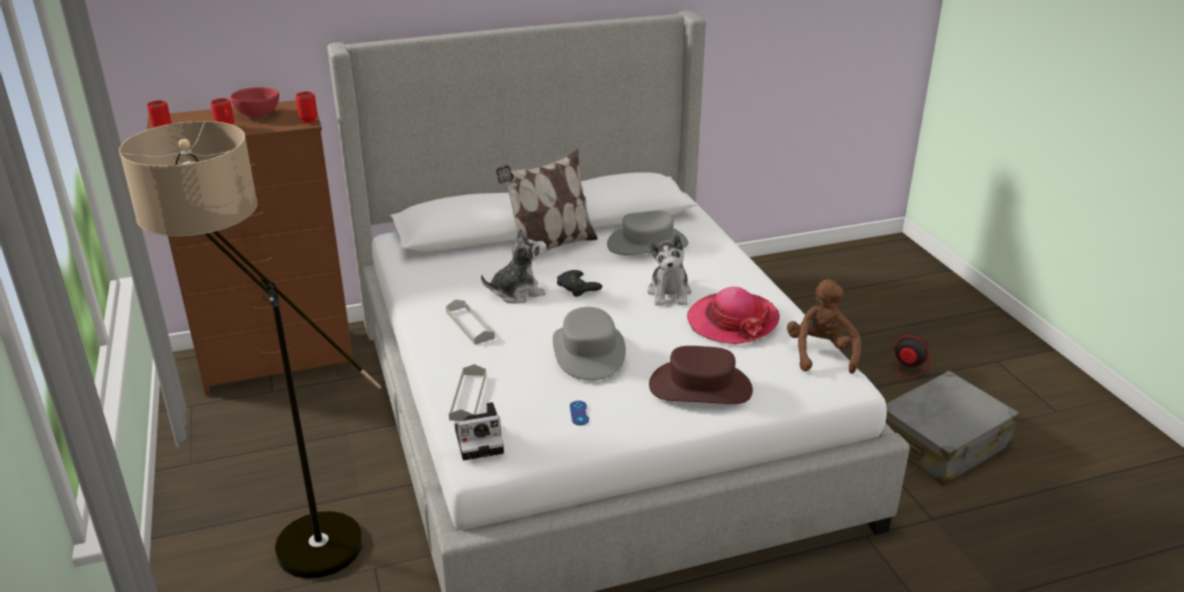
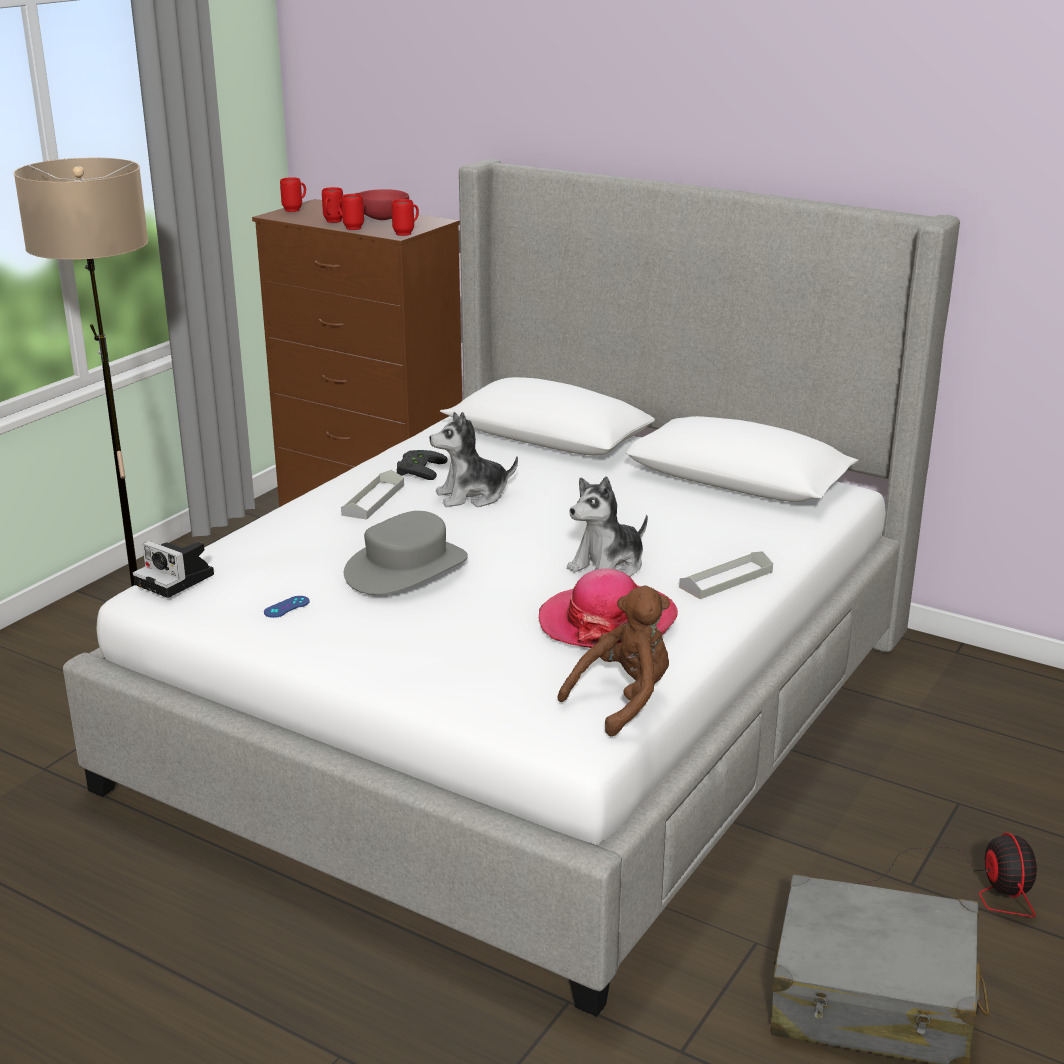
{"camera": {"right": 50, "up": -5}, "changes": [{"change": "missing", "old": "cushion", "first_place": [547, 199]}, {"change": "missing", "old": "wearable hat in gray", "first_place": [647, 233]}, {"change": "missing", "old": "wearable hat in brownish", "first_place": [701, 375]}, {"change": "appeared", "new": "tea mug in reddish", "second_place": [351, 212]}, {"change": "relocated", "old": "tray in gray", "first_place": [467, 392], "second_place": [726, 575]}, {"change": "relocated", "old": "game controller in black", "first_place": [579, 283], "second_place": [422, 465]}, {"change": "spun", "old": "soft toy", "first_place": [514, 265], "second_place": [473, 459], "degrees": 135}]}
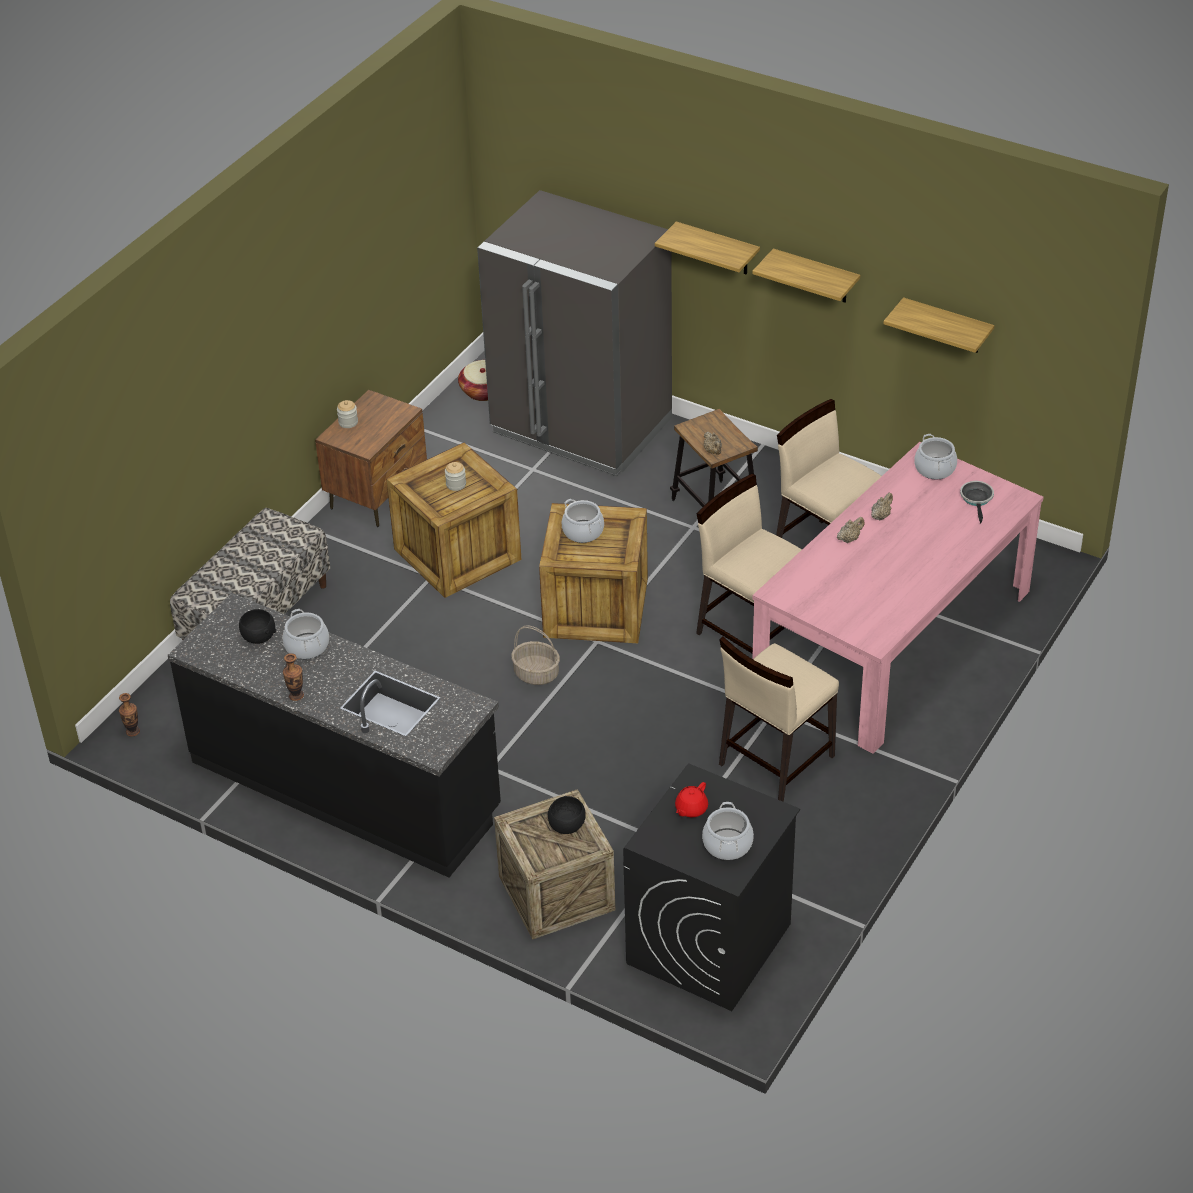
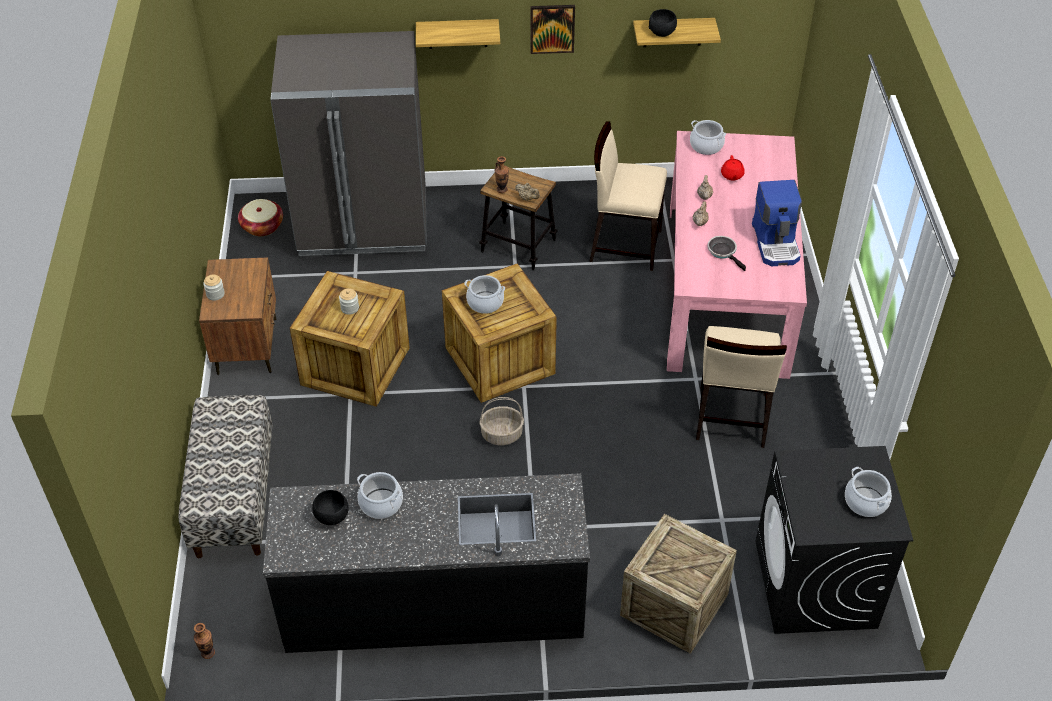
{"camera": {"right": -35, "up": 5}, "changes": [{"change": "missing", "old": "plain chair in beige-coloured", "first_place": [749, 564]}, {"change": "appeared", "new": "coffee maker", "second_place": [777, 223]}, {"change": "relocated", "old": "decorative vase", "first_place": [293, 677], "second_place": [501, 174]}, {"change": "relocated", "old": "serving bowl in black", "first_place": [567, 815], "second_place": [662, 23]}, {"change": "relocated", "old": "tea pot in reddish", "first_place": [691, 799], "second_place": [733, 168]}, {"change": "relocated", "old": "frying pan", "first_place": [977, 502], "second_place": [726, 253]}, {"change": "exchanged", "old": "bracket shelf", "new": "wall art", "first_place": [806, 275], "second_place": [552, 29]}]}
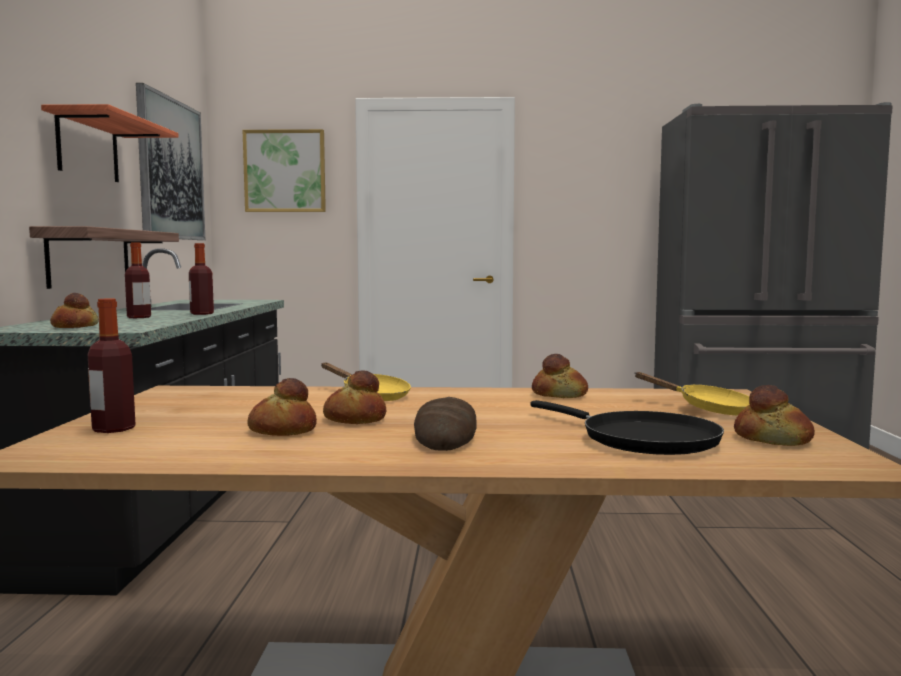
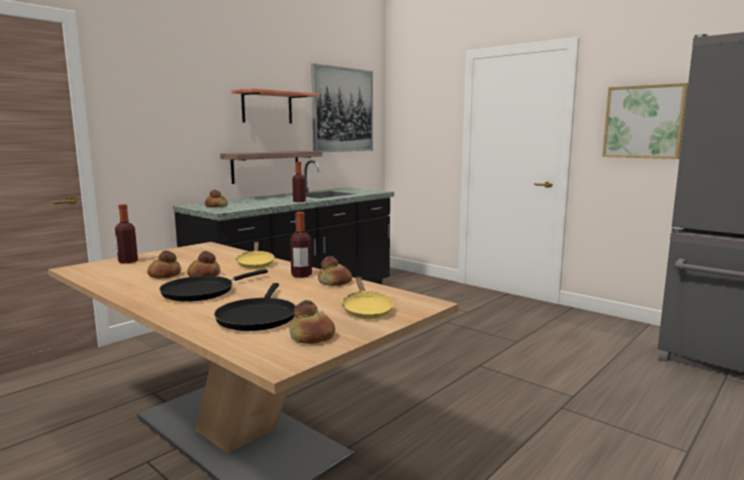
{"camera": {"right": 40, "up": 5}, "changes": [{"change": "relocated", "old": "bottle", "first_place": [138, 280], "second_place": [301, 245]}, {"change": "relocated", "old": "wall art", "first_place": [284, 170], "second_place": [645, 121]}, {"change": "exchanged", "old": "bread", "new": "frying pan in black", "first_place": [445, 424], "second_place": [213, 285]}]}
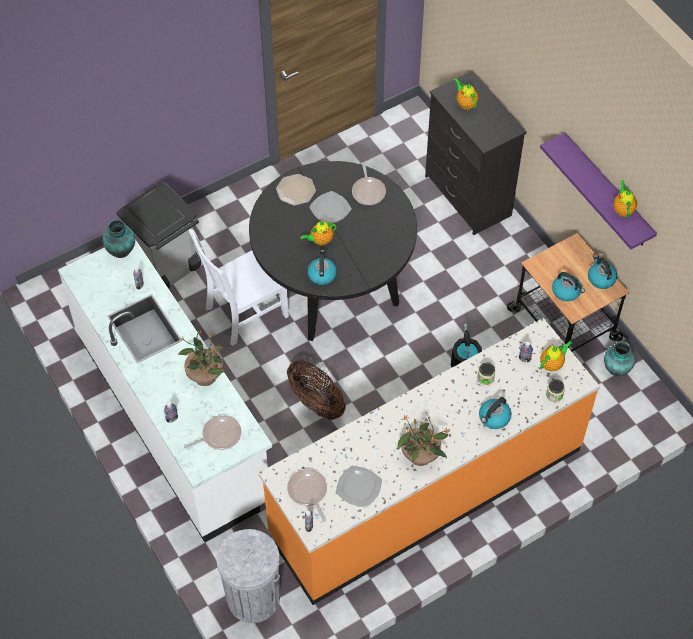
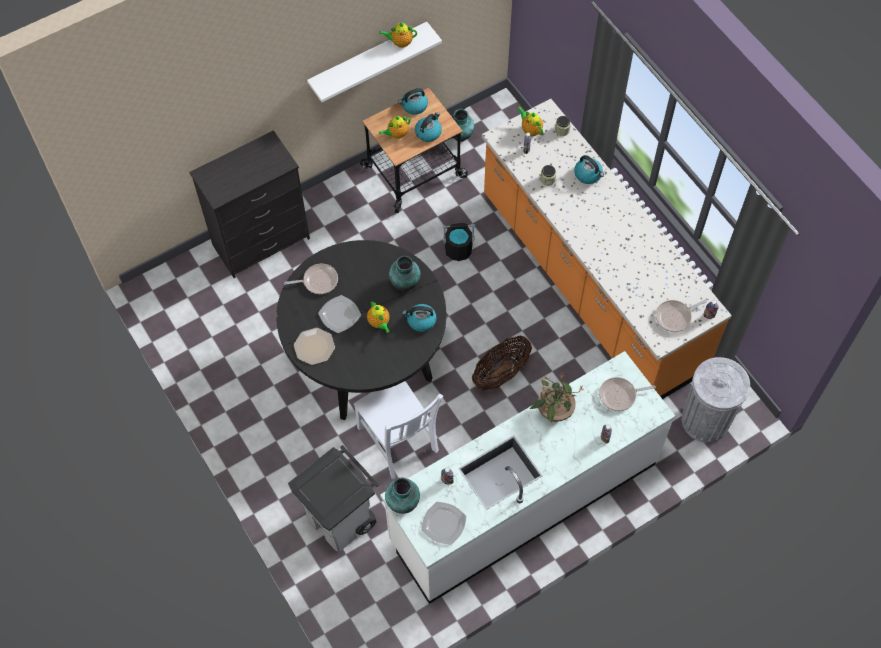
{"camera": {"right": -90, "up": 5}, "changes": [{"change": "missing", "old": "potted plant", "first_place": [424, 440]}, {"change": "appeared", "new": "decorative vase", "second_place": [405, 274]}, {"change": "relocated", "old": "flat dish", "first_place": [359, 487], "second_place": [443, 523]}, {"change": "relocated", "old": "tea pot", "first_place": [466, 94], "second_place": [394, 127]}, {"change": "colour", "old": "bracket shelf in purple", "new": "bracket shelf in white", "first_place": [598, 191], "second_place": [374, 62]}, {"change": "spun", "old": "frying pan", "first_place": [212, 432], "second_place": [627, 394], "degrees": -75}]}
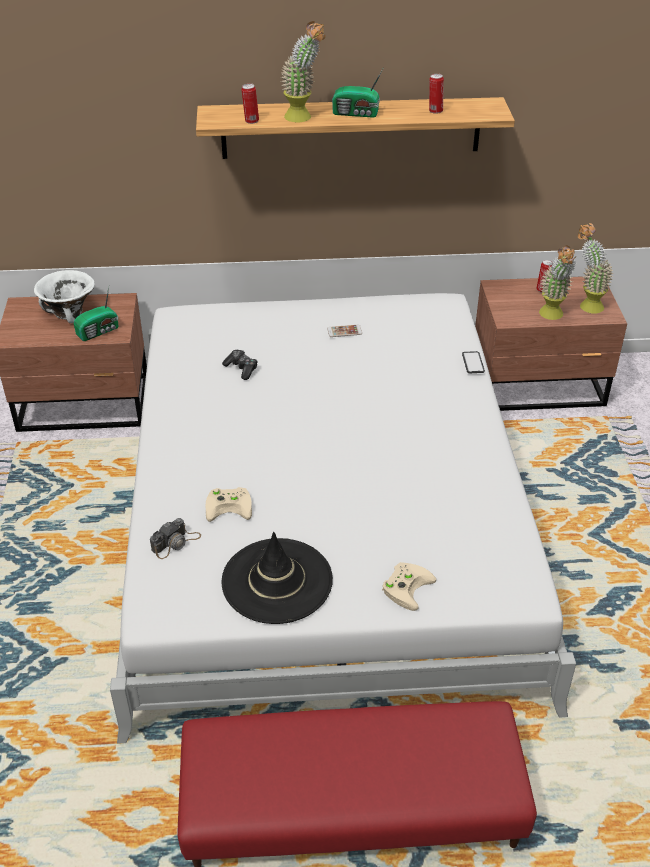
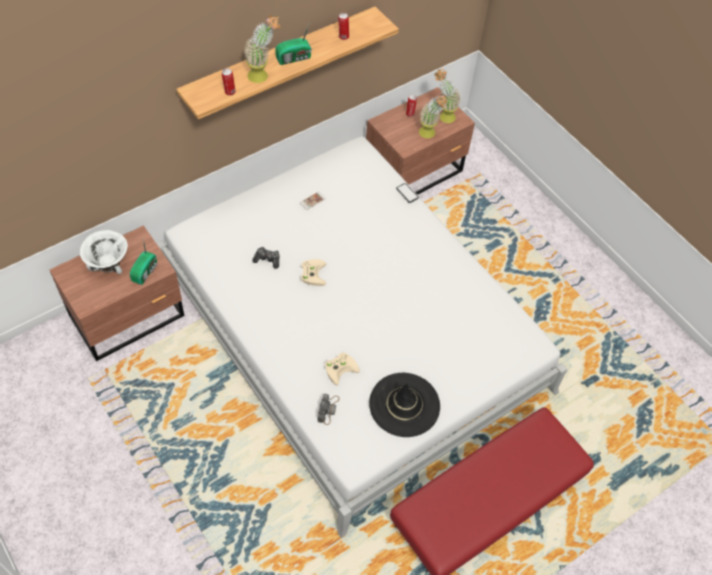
{"camera": {"right": -35, "up": 15}, "changes": [{"change": "relocated", "old": "game controller in beige-coloured", "first_place": [409, 586], "second_place": [313, 272]}]}
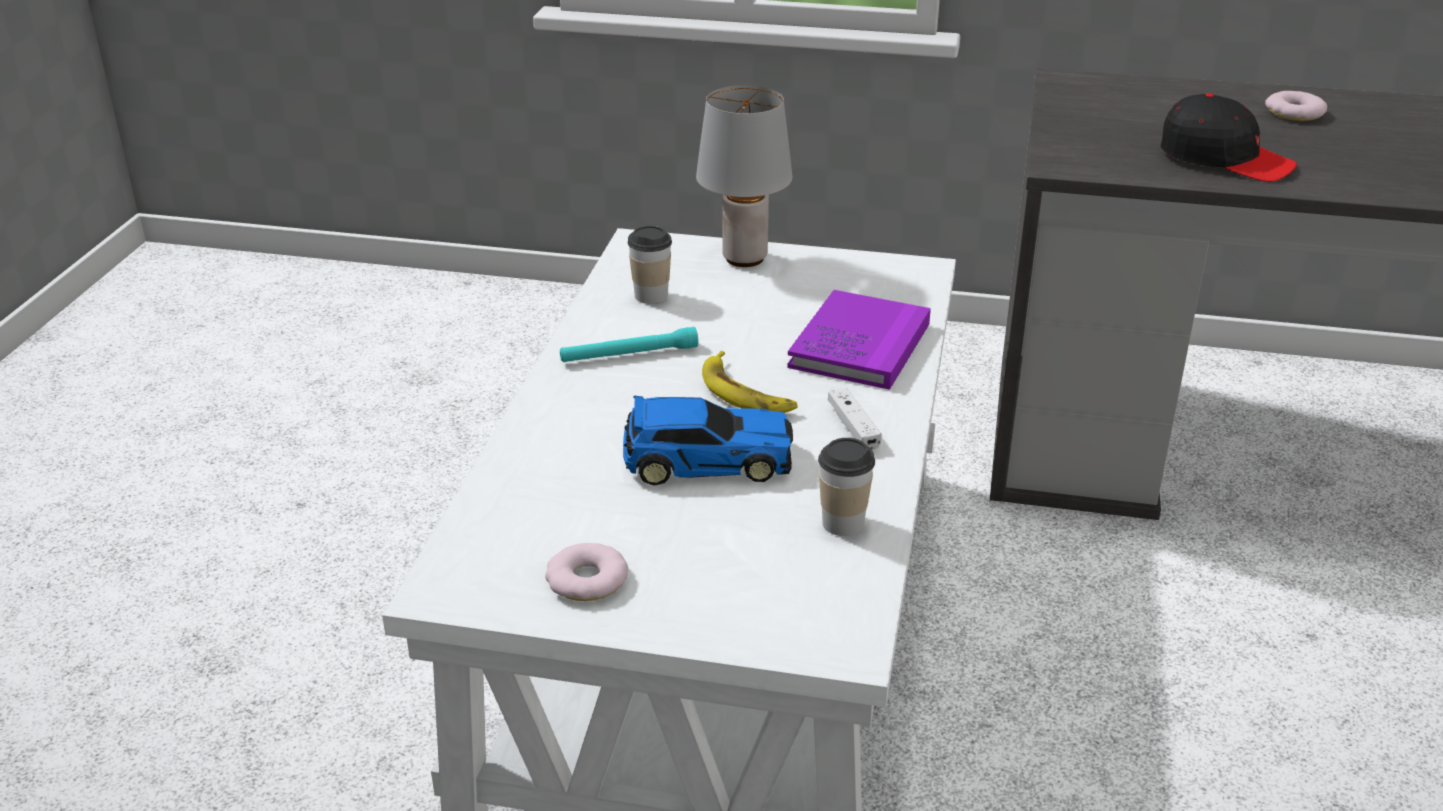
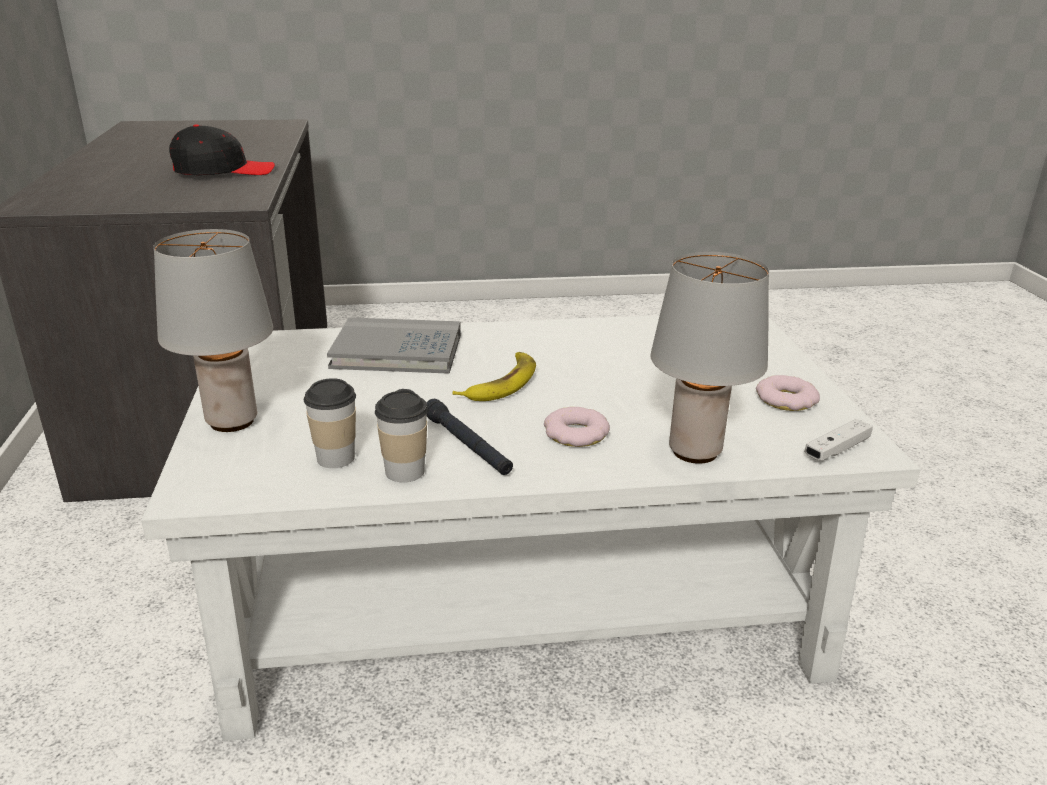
{"camera": {"right": -110, "up": -5}, "changes": [{"change": "missing", "old": "model car", "first_place": [708, 440]}, {"change": "appeared", "new": "table lamp in gray", "second_place": [710, 358]}, {"change": "relocated", "old": "small cup", "first_place": [846, 487], "second_place": [401, 435]}, {"change": "relocated", "old": "game controller in white", "first_place": [855, 419], "second_place": [838, 440]}, {"change": "relocated", "old": "ring doughnut", "first_place": [1296, 106], "second_place": [577, 427]}, {"change": "colour", "old": "flashlight in turquoise", "new": "flashlight in black", "first_place": [629, 344], "second_place": [470, 437]}, {"change": "colour", "old": "bound book in purple", "new": "bound book in gray", "first_place": [859, 340], "second_place": [394, 345]}, {"change": "spun", "old": "peaked cap in black", "first_place": [1228, 137], "second_place": [222, 149], "degrees": 60}]}
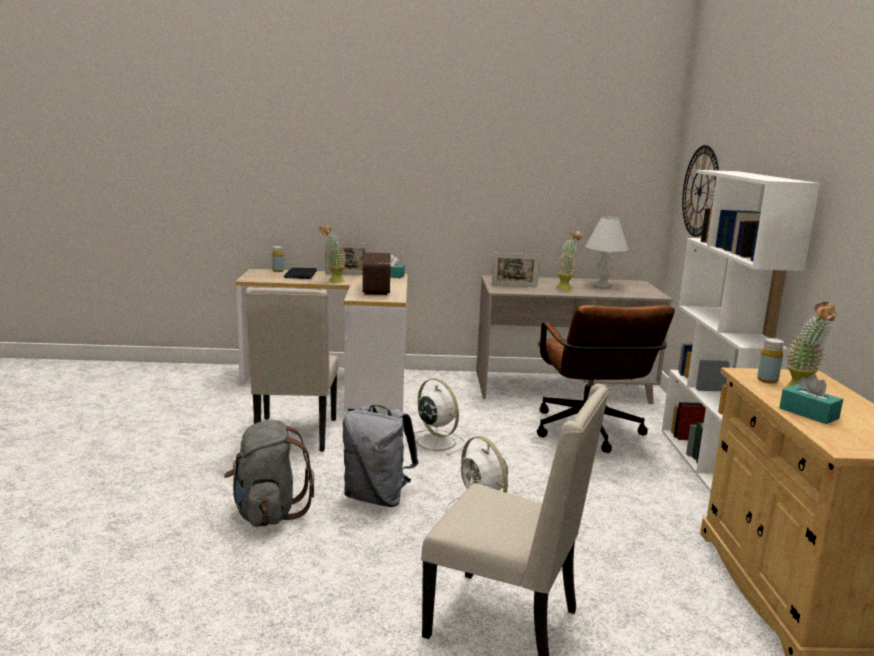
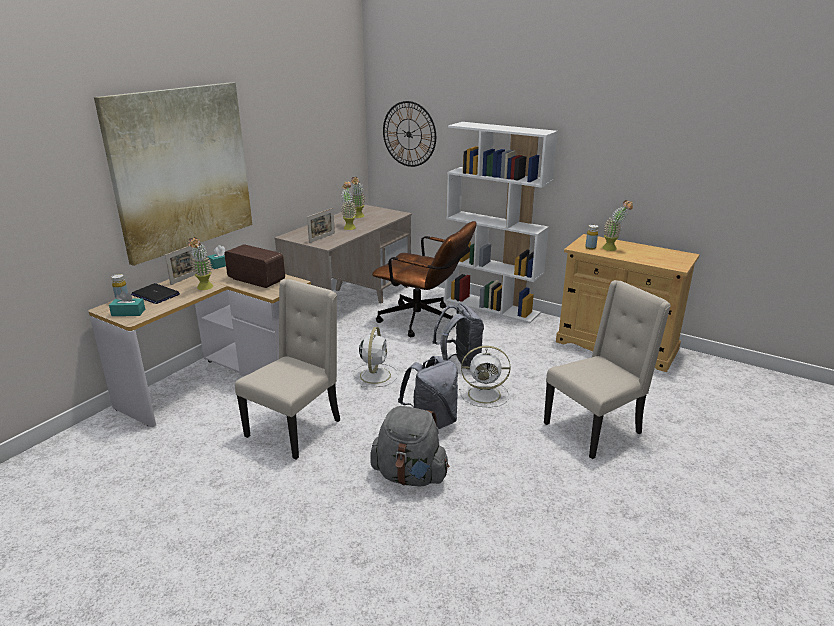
{"camera": {"right": -55, "up": 10}, "changes": [{"change": "appeared", "new": "wall art", "second_place": [173, 174]}, {"change": "appeared", "new": "knapsack in gray", "second_place": [458, 335]}, {"change": "relocated", "old": "tissue box in turquoise", "first_place": [811, 399], "second_place": [127, 303]}, {"change": "exchanged", "old": "table lamp in white", "new": "potted plant", "first_place": [607, 252], "second_place": [358, 197]}, {"change": "spun", "old": "plain chair in beige-coloured", "first_place": [291, 369], "second_place": [287, 369], "degrees": -90}, {"change": "spun", "old": "electric fan in white", "first_place": [435, 417], "second_place": [376, 357], "degrees": 105}]}
